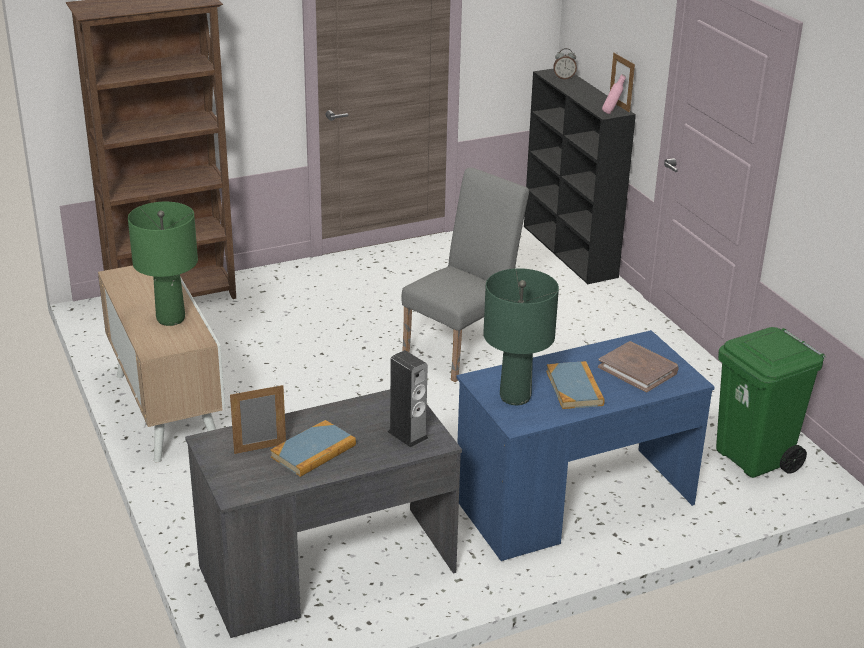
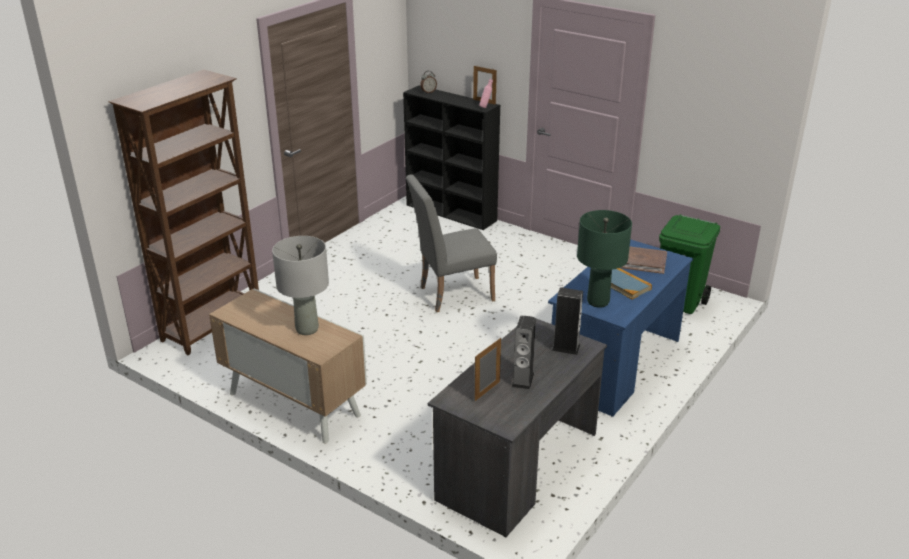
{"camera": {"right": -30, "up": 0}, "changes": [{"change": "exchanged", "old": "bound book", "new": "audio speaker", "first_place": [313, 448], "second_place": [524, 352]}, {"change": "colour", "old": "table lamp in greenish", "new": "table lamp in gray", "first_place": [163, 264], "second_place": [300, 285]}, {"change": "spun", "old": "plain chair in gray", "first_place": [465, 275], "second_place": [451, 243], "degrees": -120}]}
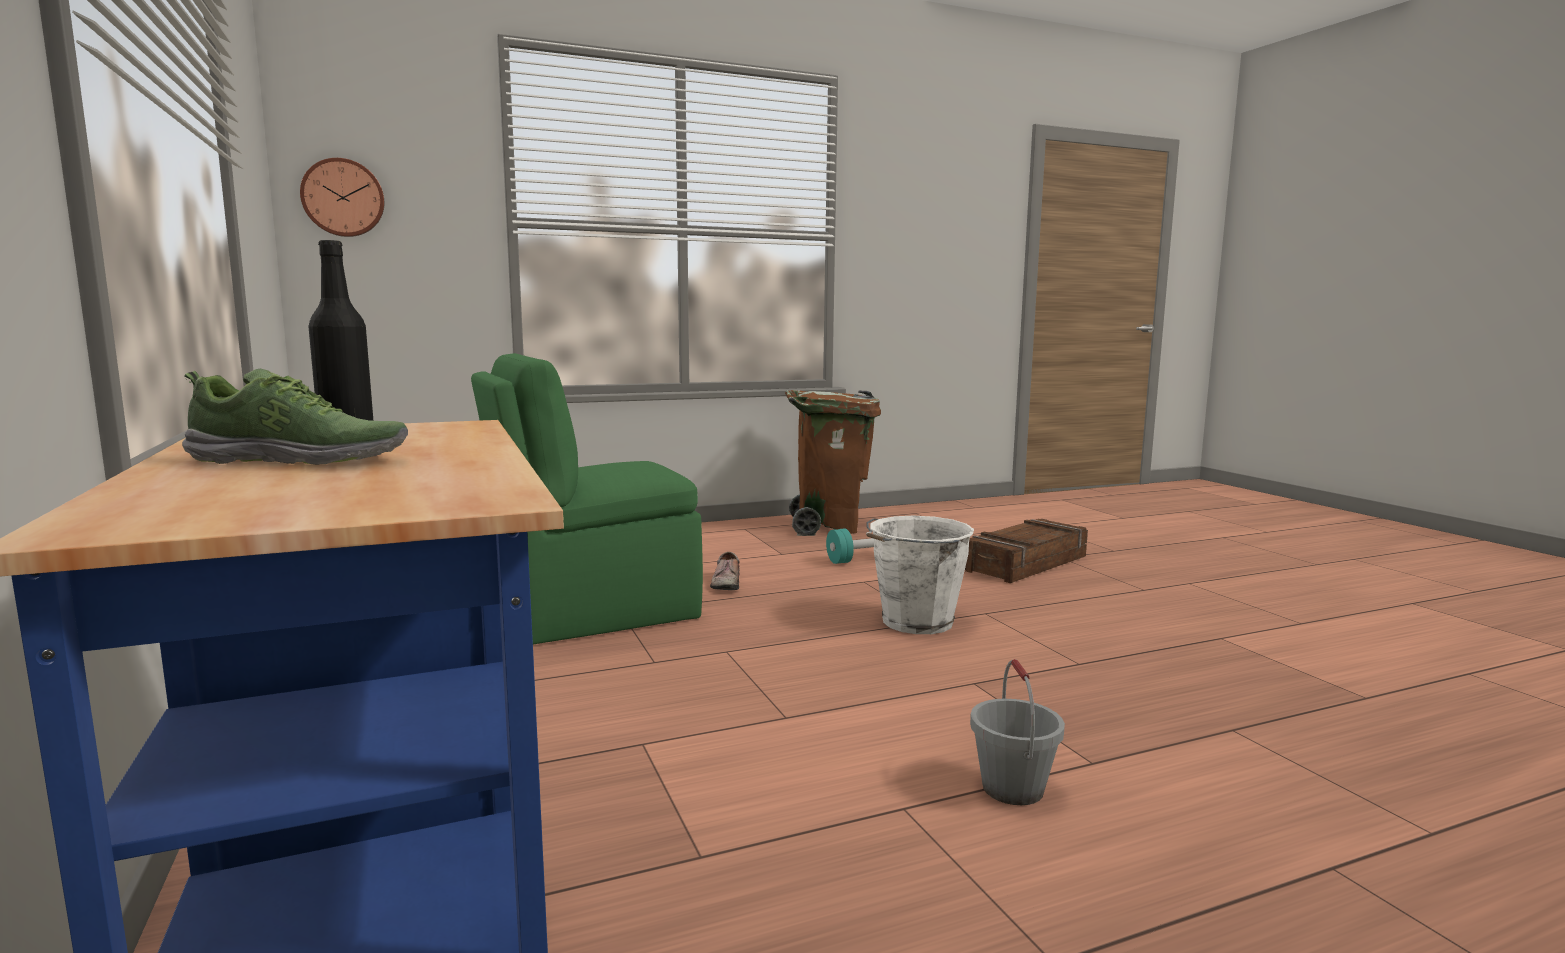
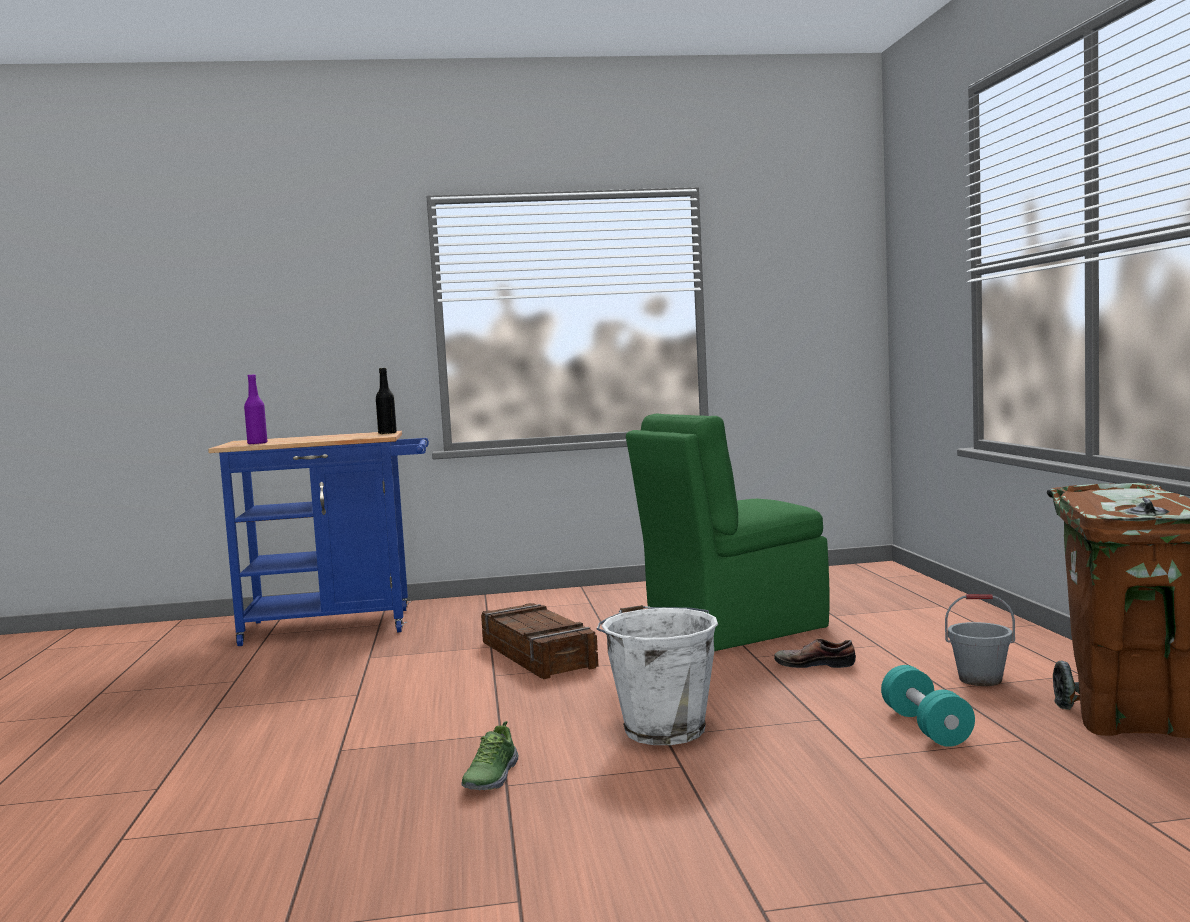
{"camera": {"right": 105, "up": -5}, "changes": [{"change": "missing", "old": "clock on the wall", "first_place": [342, 197]}, {"change": "appeared", "new": "bottle in purple", "second_place": [255, 409]}, {"change": "relocated", "old": "item of footwear", "first_place": [295, 417], "second_place": [489, 756]}, {"change": "relocated", "old": "packing crate", "first_place": [1026, 551], "second_place": [539, 641]}, {"change": "relocated", "old": "pail in gray", "first_place": [1017, 732], "second_place": [980, 640]}, {"change": "spun", "old": "plain chair in greenish", "first_place": [587, 499], "second_place": [728, 532], "degrees": -105}]}
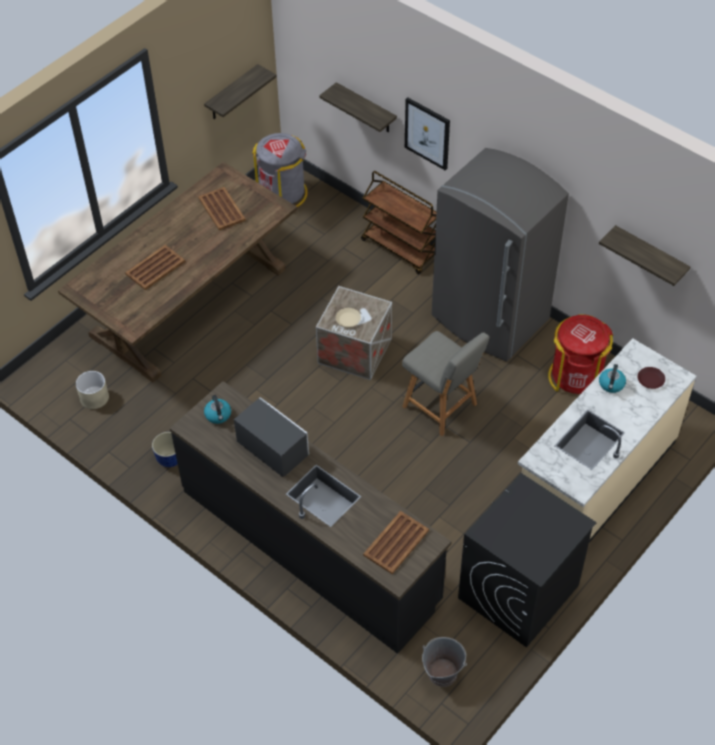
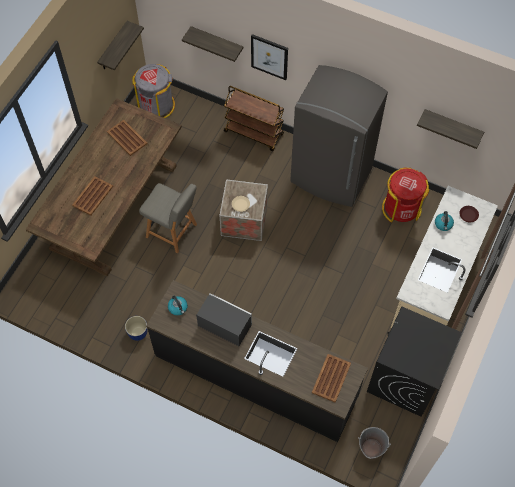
{"camera": {"right": -15, "up": 10}, "changes": [{"change": "missing", "old": "plant pot in beige-coloured", "first_place": [92, 390]}, {"change": "relocated", "old": "plain chair in gray", "first_place": [445, 383], "second_place": [168, 218]}]}
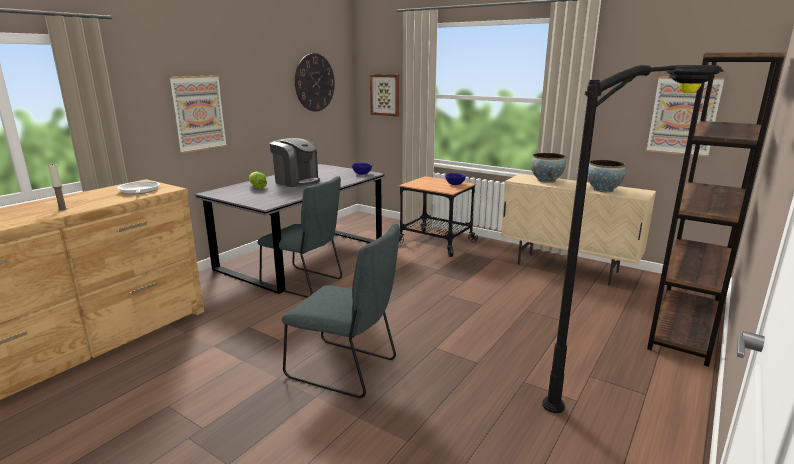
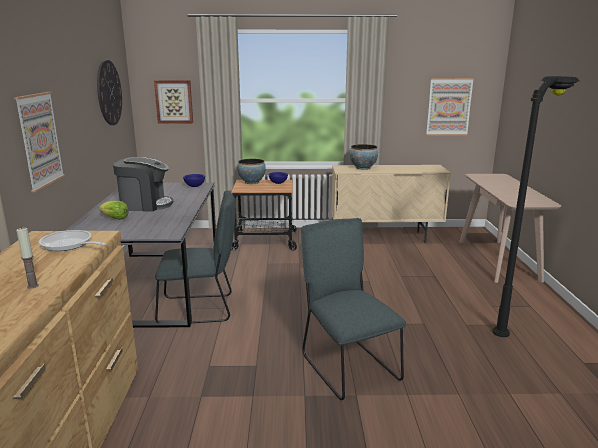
{"camera": {"right": -35, "up": 0}, "changes": [{"change": "relocated", "old": "serving bowl", "first_place": [606, 176], "second_place": [251, 171]}, {"change": "exchanged", "old": "bookshelf in brownish", "new": "hall table in beige-coloured", "first_place": [716, 209], "second_place": [510, 228]}, {"change": "spun", "old": "plain chair in gray", "first_place": [341, 311], "second_place": [353, 309], "degrees": -105}]}
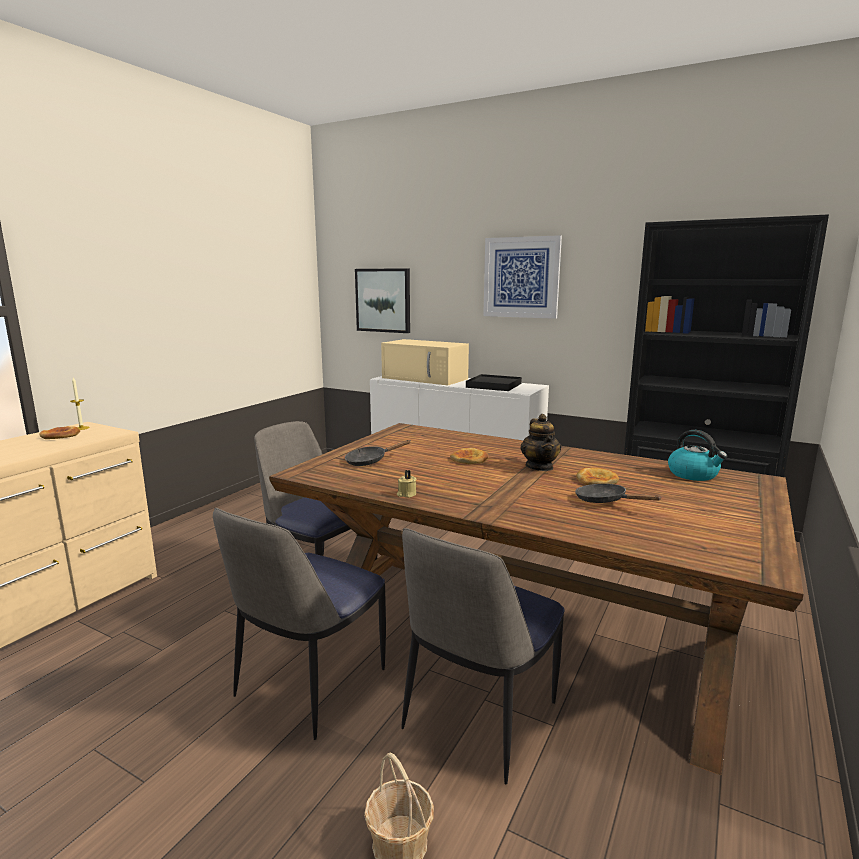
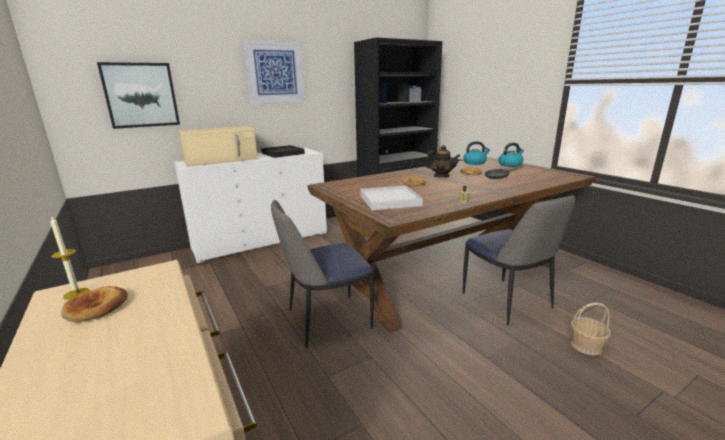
{"camera": {"right": -60, "up": 5}, "changes": [{"change": "missing", "old": "plain chair", "first_place": [299, 624]}, {"change": "appeared", "new": "tea kettle", "second_place": [511, 155]}, {"change": "exchanged", "old": "frying pan in black", "new": "tray in white", "first_place": [378, 453], "second_place": [391, 198]}]}
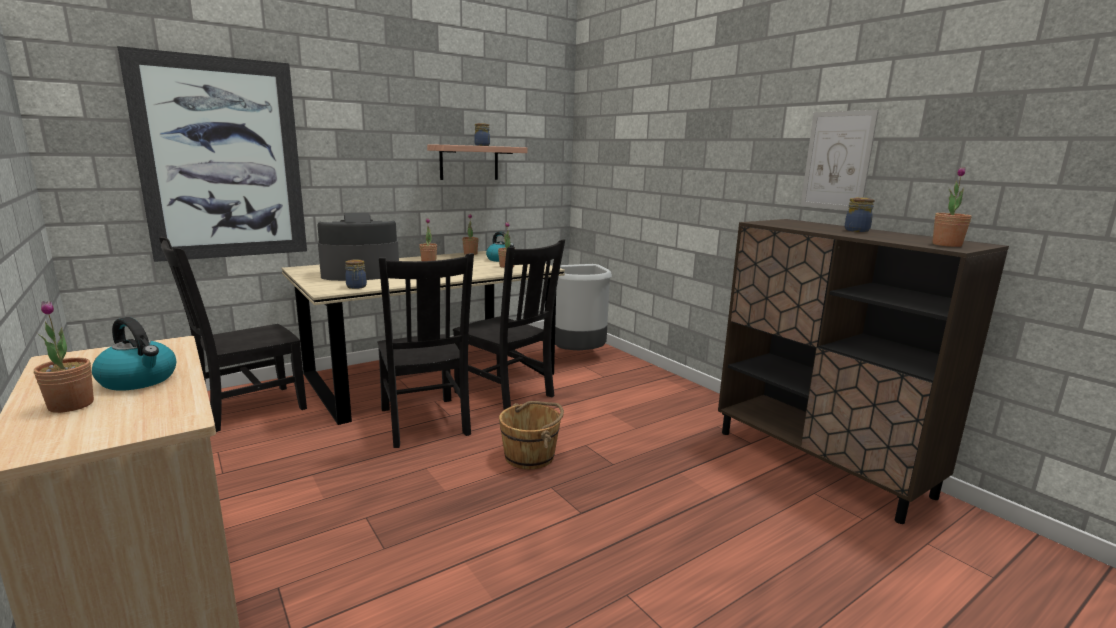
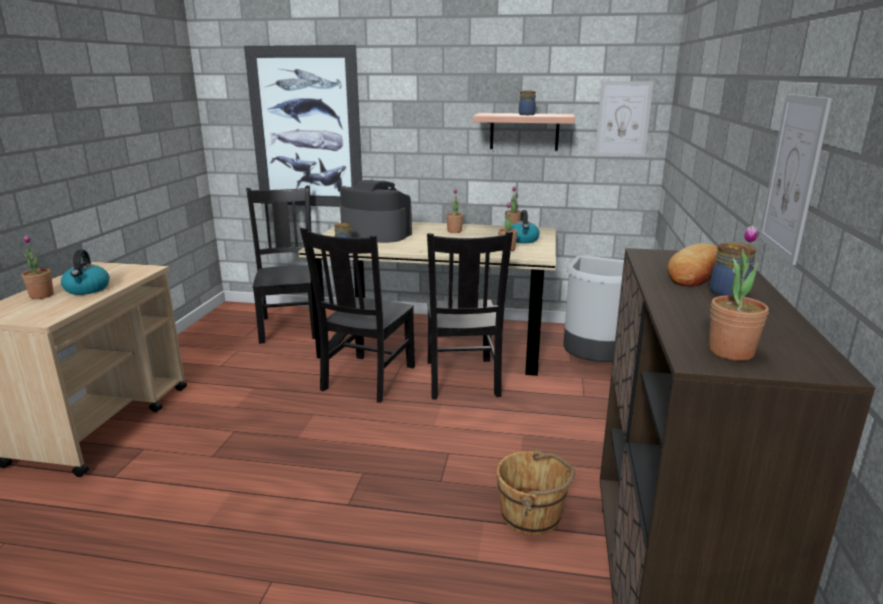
{"camera": {"right": 45, "up": 5}, "changes": [{"change": "appeared", "new": "wall art", "second_place": [624, 119]}, {"change": "appeared", "new": "bread", "second_place": [693, 264]}, {"change": "relocated", "old": "pail in brownish", "first_place": [531, 435], "second_place": [535, 492]}, {"change": "spun", "old": "plain chair in black", "first_place": [233, 334], "second_place": [280, 265], "degrees": 75}]}
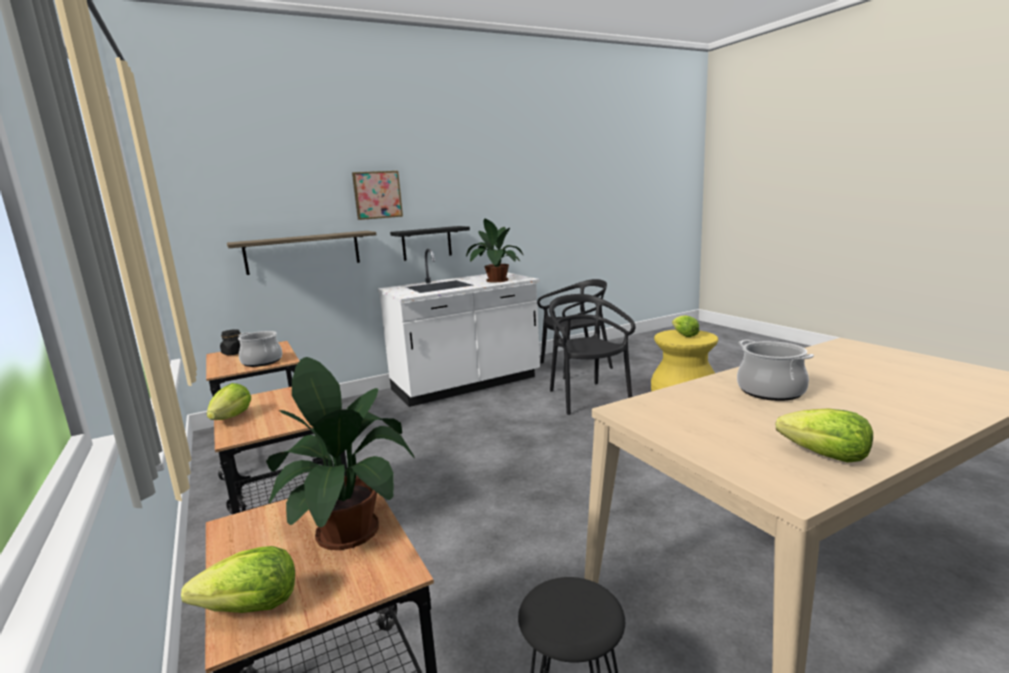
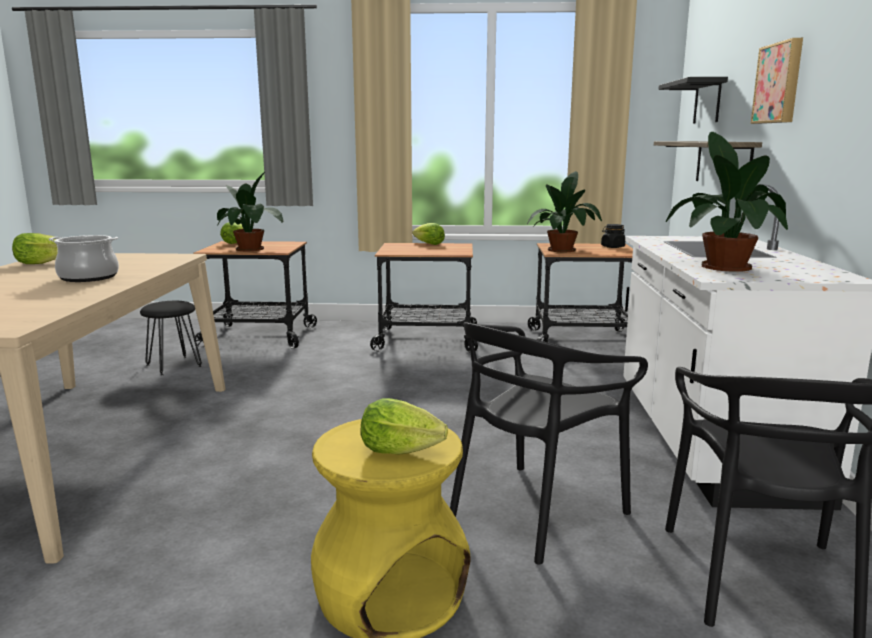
{"camera": {"right": 120, "up": 0}, "changes": [{"change": "relocated", "old": "bracket shelf in black", "first_place": [430, 243], "second_place": [693, 100]}, {"change": "exchanged", "old": "cooking pot", "new": "potted plant", "first_place": [260, 349], "second_place": [564, 211]}, {"change": "spun", "old": "plain chair in black", "first_place": [592, 354], "second_place": [549, 443], "degrees": 120}]}
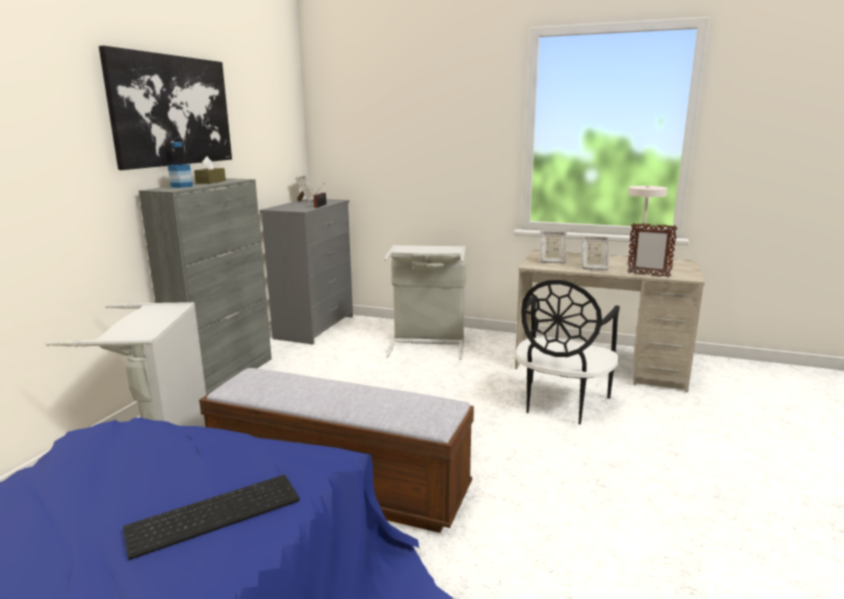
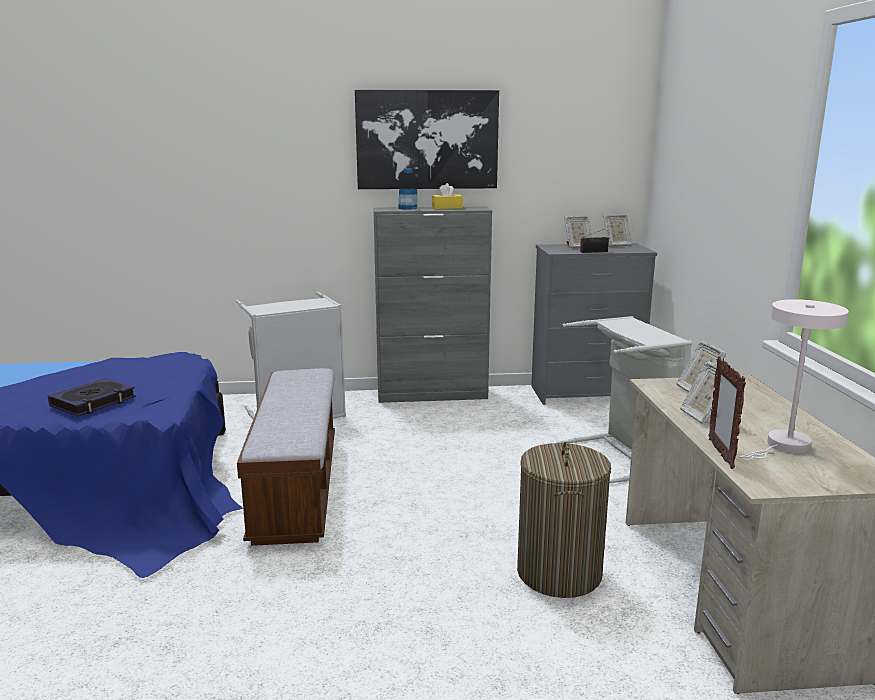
{"camera": {"right": 65, "up": 0}, "changes": [{"change": "appeared", "new": "photo frame", "second_place": [578, 232]}, {"change": "exchanged", "old": "computer keyboard", "new": "bound book", "first_place": [211, 517], "second_place": [92, 397]}, {"change": "exchanged", "old": "plain chair in black", "new": "washing basket", "first_place": [567, 352], "second_place": [564, 519]}, {"change": "colour", "old": "tissue box in brownish", "new": "tissue box in yellowish", "first_place": [210, 170], "second_place": [447, 196]}]}
